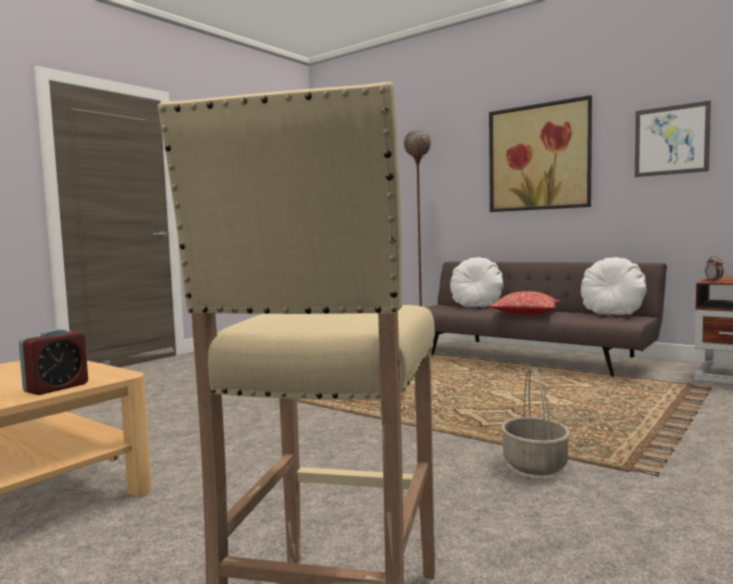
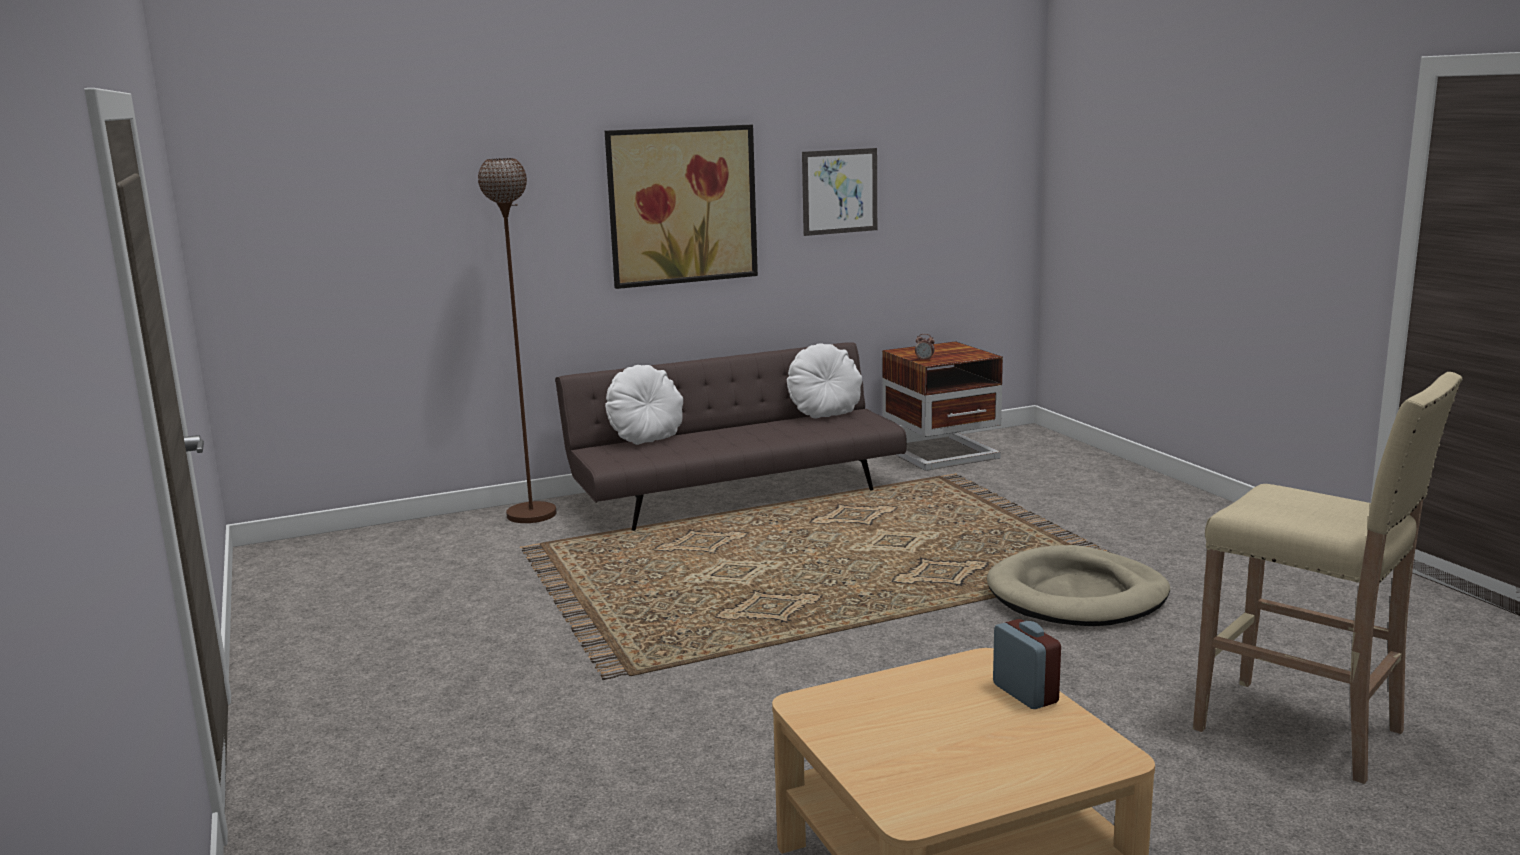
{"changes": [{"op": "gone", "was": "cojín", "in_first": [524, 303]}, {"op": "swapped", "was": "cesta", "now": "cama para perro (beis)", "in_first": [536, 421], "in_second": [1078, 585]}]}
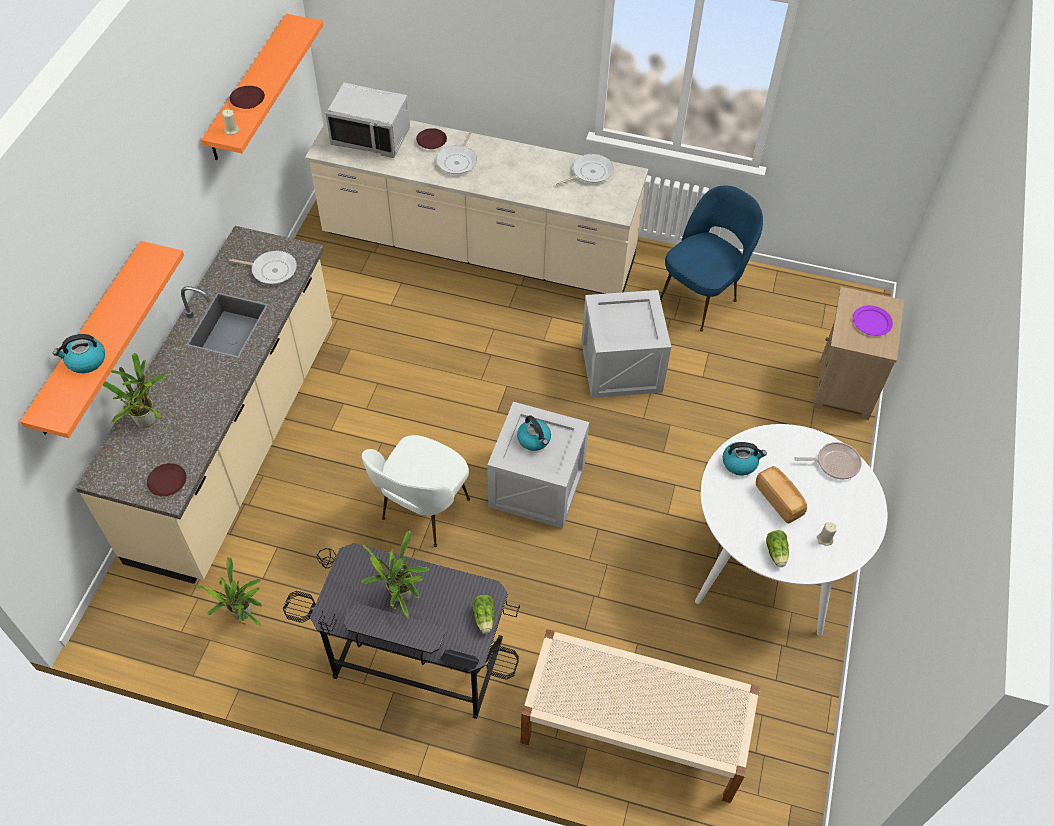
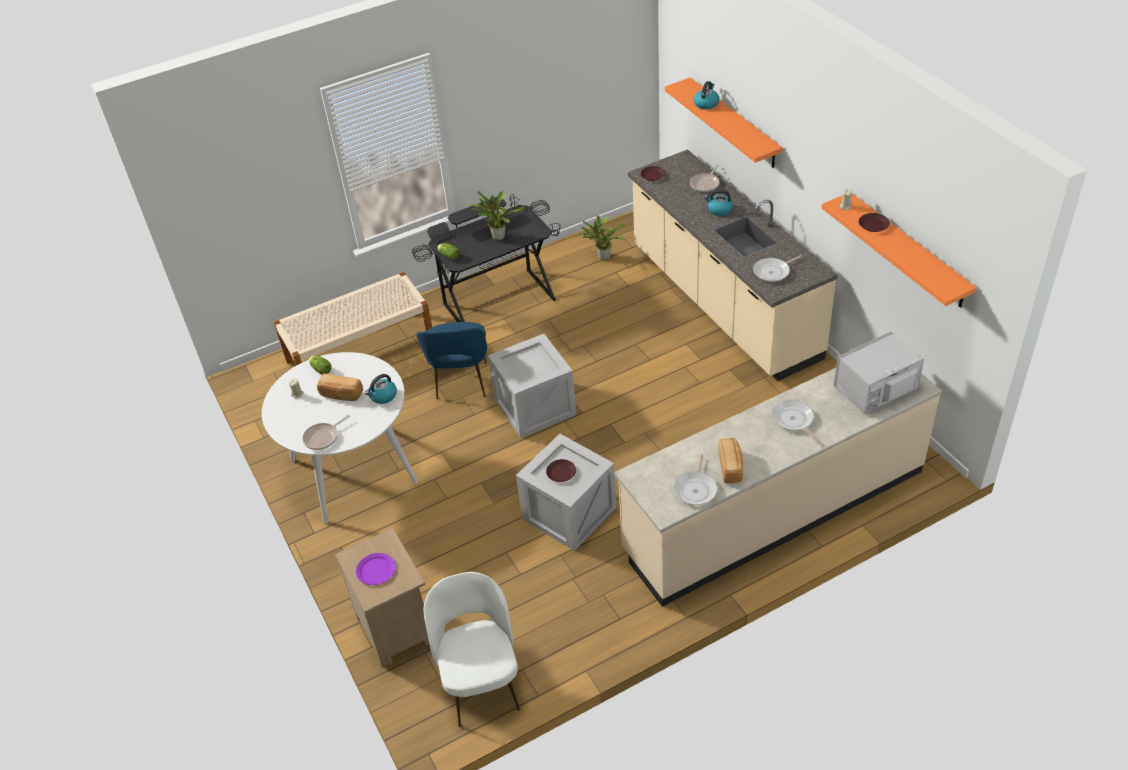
{"changes": [{"op": "swapped", "was": "planta en maceta", "now": "sartén", "in_first": [134, 390], "in_second": [704, 178]}, {"op": "shifted", "was": "silla (blanco)", "in_first": [416, 491], "in_second": [472, 649]}, {"op": "shifted", "was": "plato (marrón)", "in_first": [431, 138], "in_second": [561, 470]}, {"op": "shifted", "was": "hervidor", "in_first": [534, 433], "in_second": [718, 203]}, {"op": "shifted", "was": "silla (azul)", "in_first": [711, 259], "in_second": [451, 360]}, {"op": "new", "now": "pan", "in_second": [730, 460]}]}
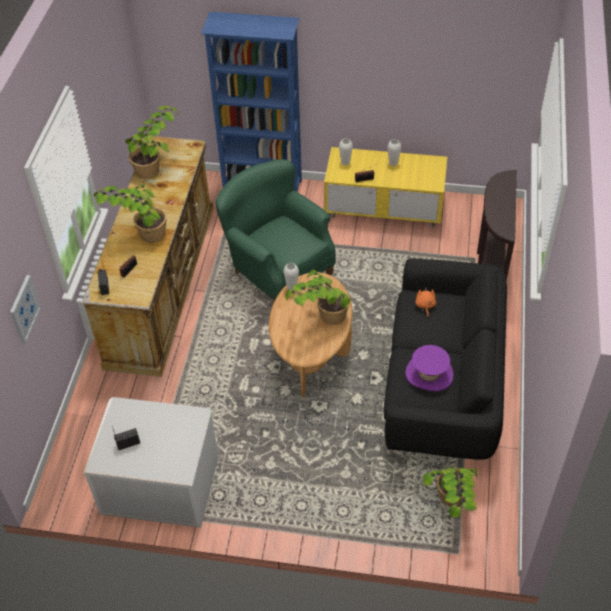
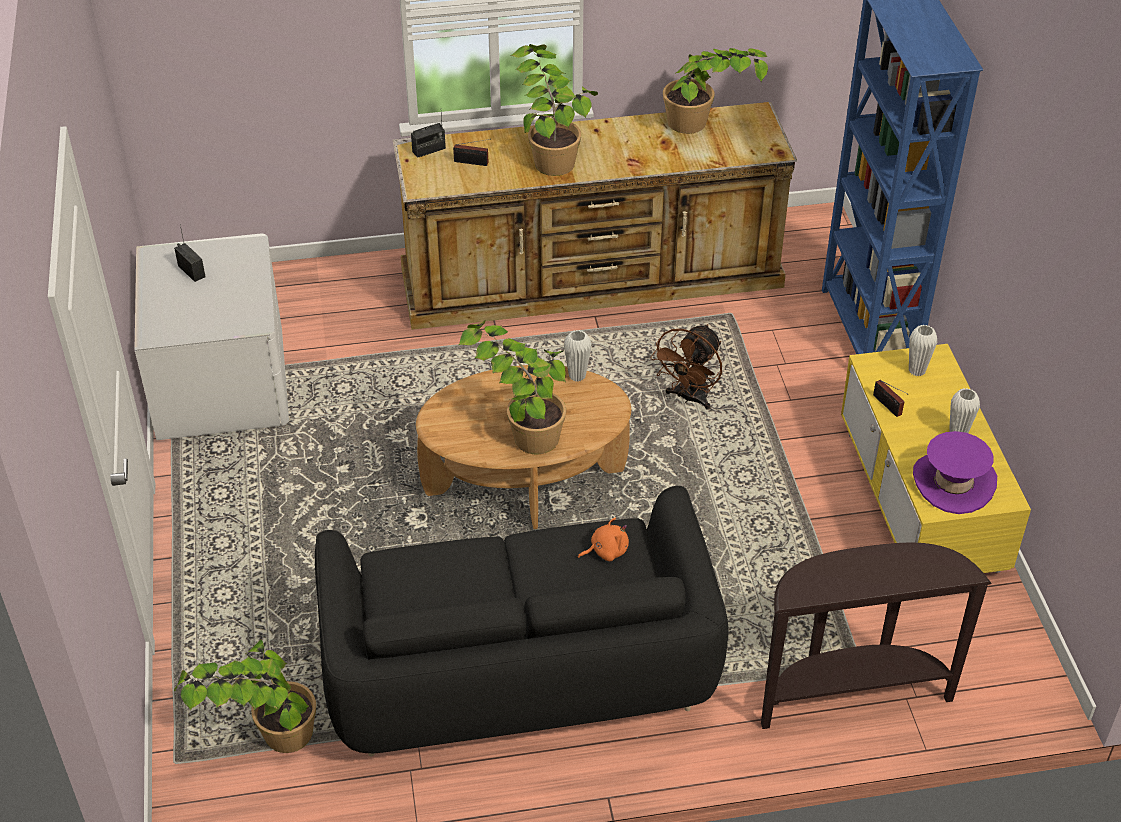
{"changes": [{"op": "gone", "was": "cuadro", "in_first": [25, 309]}, {"op": "swapped", "was": "sillón (verde)", "now": "ventilador (marrón)", "in_first": [276, 230], "in_second": [686, 367]}, {"op": "shifted", "was": "sombrero (morado)", "in_first": [429, 368], "in_second": [955, 472]}]}
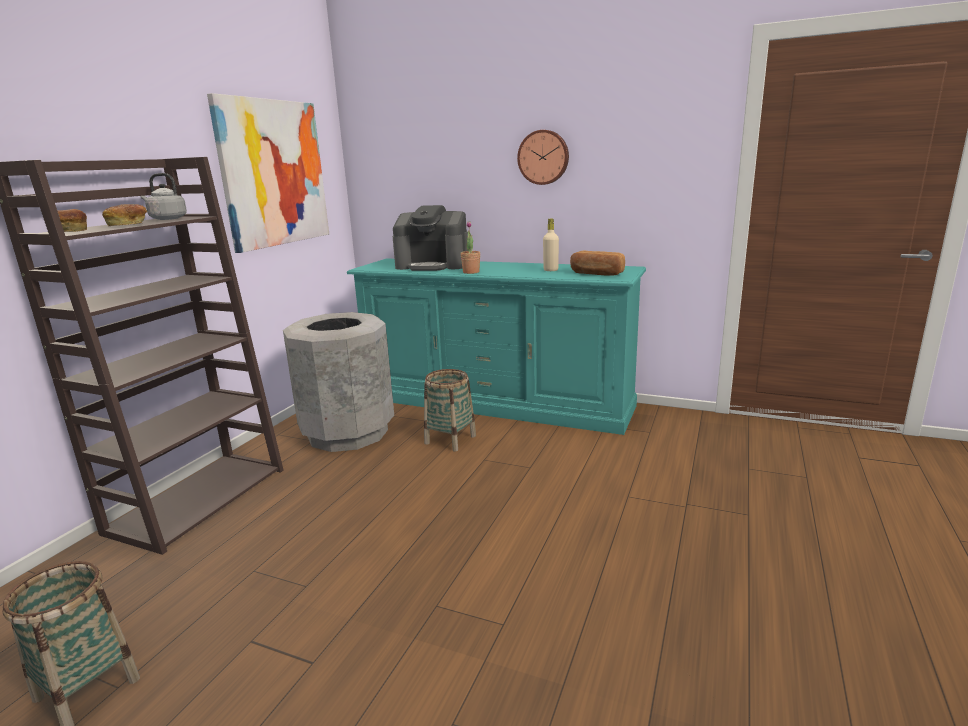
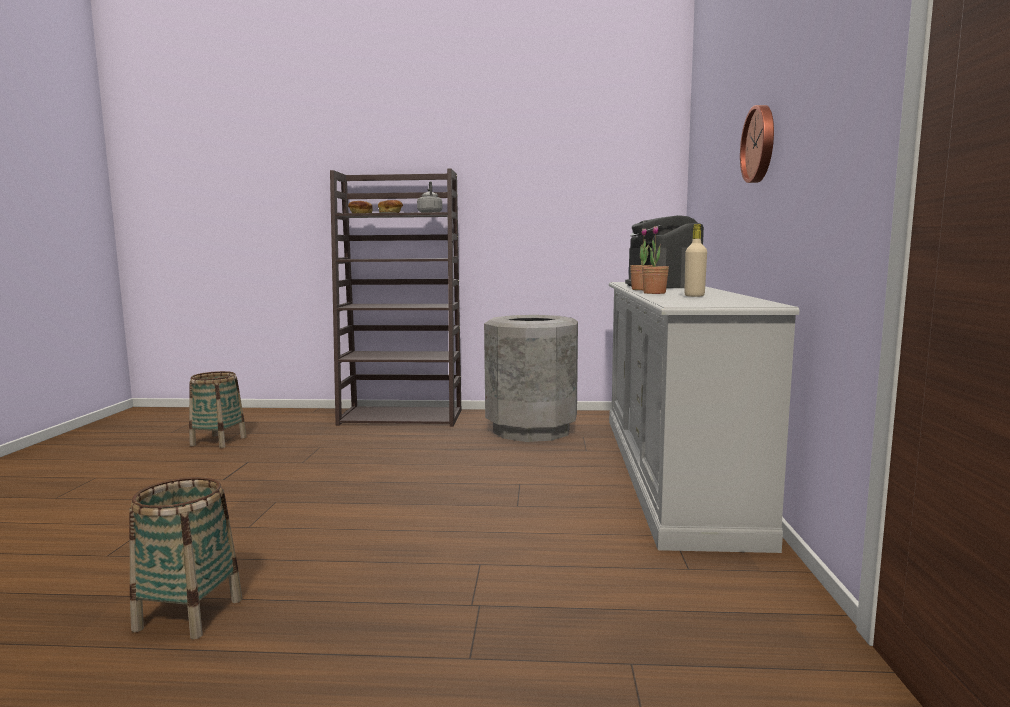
{"changes": [{"op": "gone", "was": "cuadro", "in_first": [268, 173]}, {"op": "repainted", "was": "armario (turquesa)", "now": "armario (blanco)", "in_first": [496, 346], "in_second": [704, 417]}, {"op": "shifted", "was": "cesta", "in_first": [450, 410], "in_second": [185, 558]}, {"op": "gone", "was": "pan", "in_first": [597, 263]}, {"op": "new", "now": "planta en maceta", "in_second": [655, 260]}]}
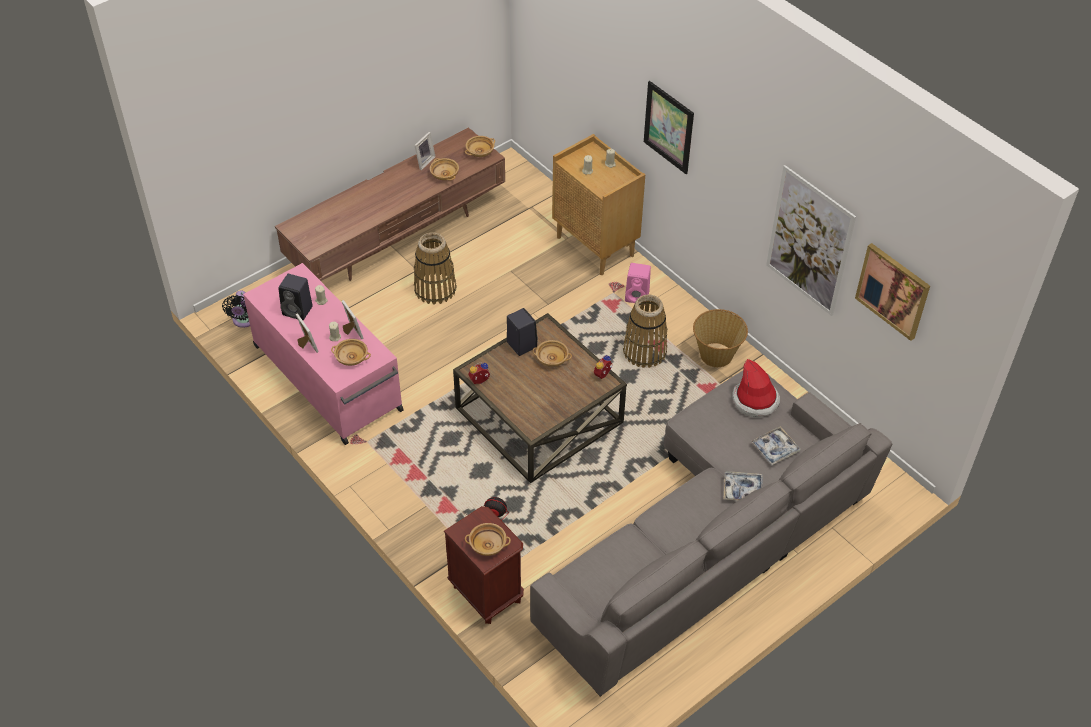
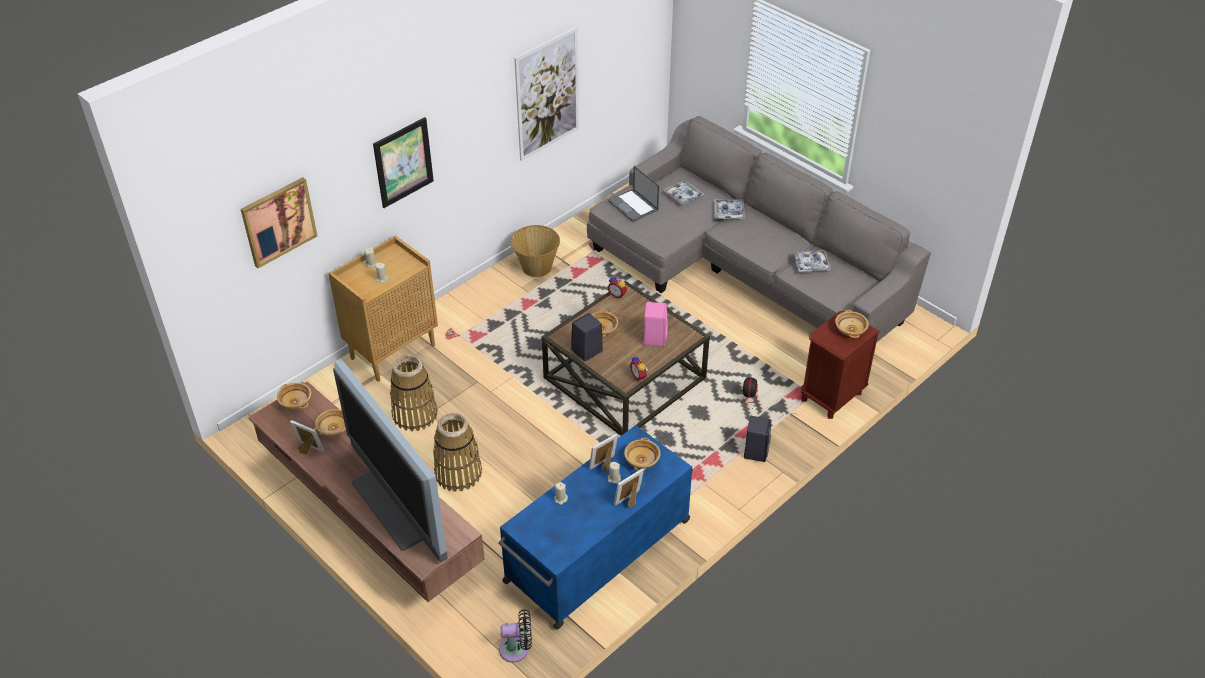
{"changes": [{"op": "repainted", "was": "armario (rosa)", "now": "armario (azul)", "in_first": [323, 354], "in_second": [595, 527]}, {"op": "shifted", "was": "altavoz (negro)", "in_first": [295, 297], "in_second": [757, 439]}, {"op": "shifted", "was": "cesta", "in_first": [645, 331], "in_second": [414, 393]}, {"op": "shifted", "was": "altavoz (rosa)", "in_first": [638, 284], "in_second": [655, 324]}, {"op": "swapped", "was": "sombrero", "now": "portátil", "in_first": [756, 388], "in_second": [633, 194]}, {"op": "shifted", "was": "cuadro", "in_first": [892, 292], "in_second": [279, 222]}, {"op": "new", "now": "televisor", "in_second": [390, 461]}, {"op": "new", "now": "bandeja", "in_second": [812, 261]}]}
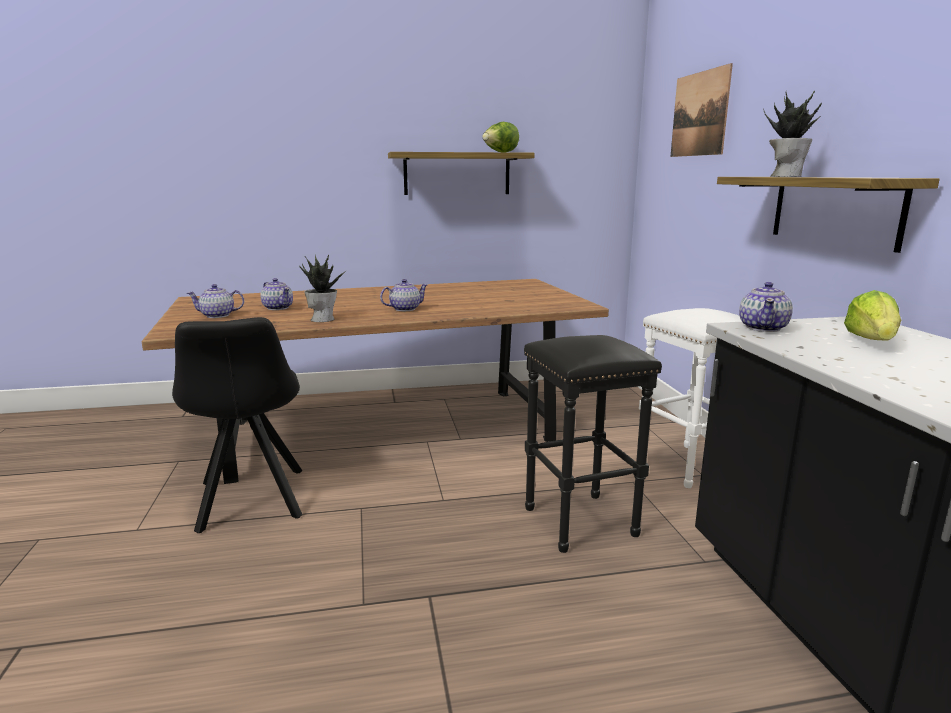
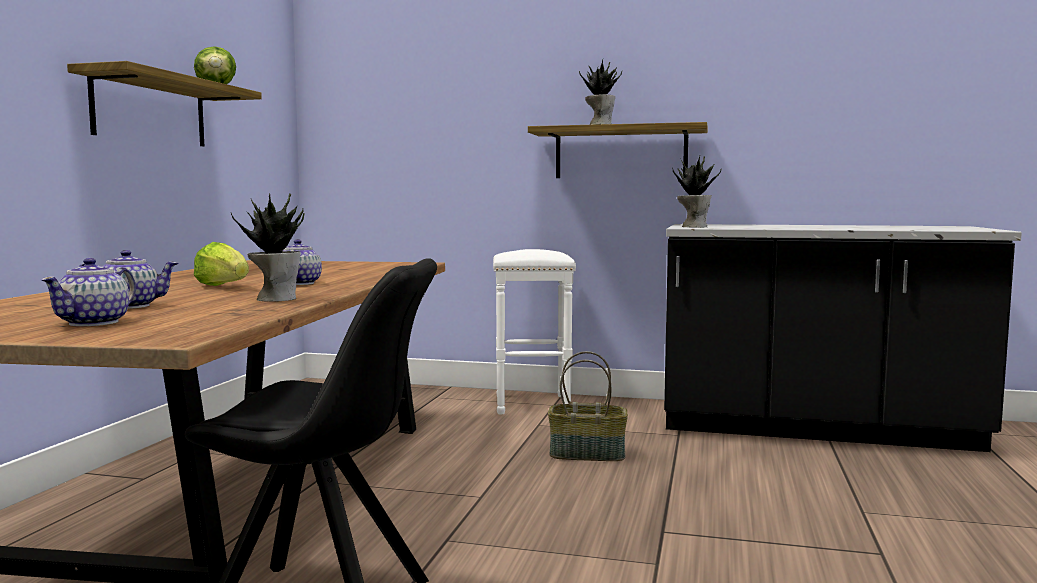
{"changes": [{"op": "swapped", "was": "taburete (negro)", "now": "cesta", "in_first": [593, 444], "in_second": [588, 406]}, {"op": "gone", "was": "cuadro", "in_first": [701, 110]}, {"op": "swapped", "was": "tetera", "now": "planta en maceta", "in_first": [766, 307], "in_second": [697, 192]}, {"op": "shifted", "was": "lechuga", "in_first": [872, 315], "in_second": [221, 264]}]}
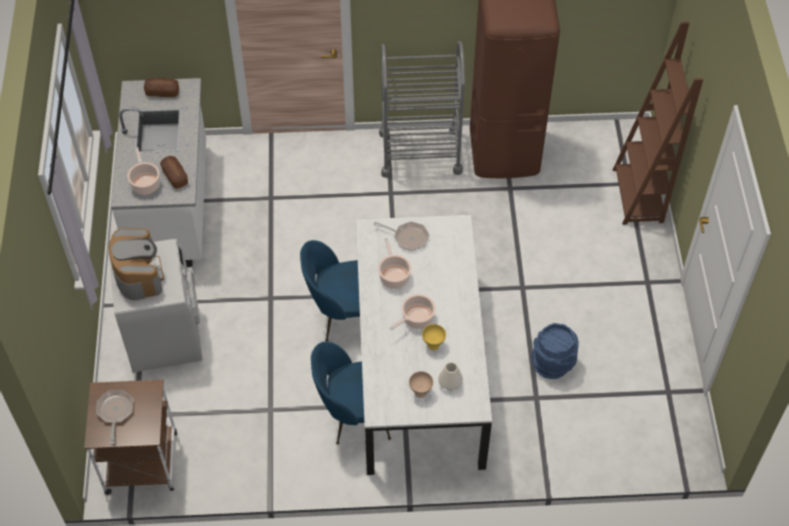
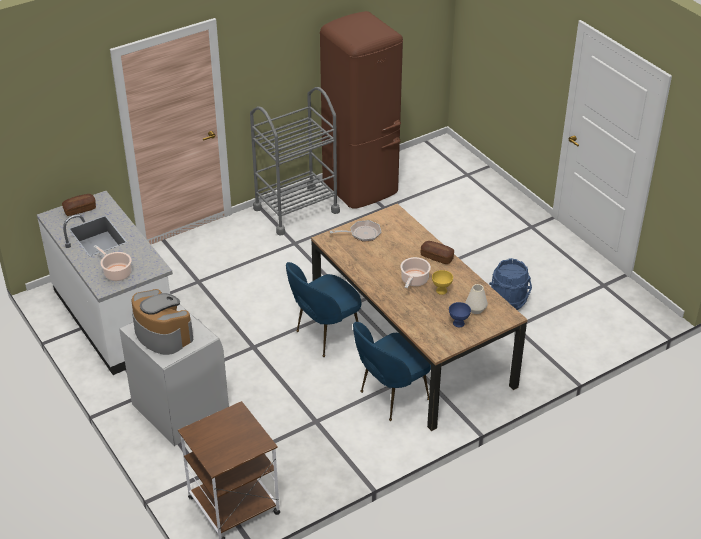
{"changes": [{"op": "gone", "was": "sartén", "in_first": [114, 417]}, {"op": "shifted", "was": "pan", "in_first": [174, 172], "in_second": [437, 252]}, {"op": "repainted", "was": "mesa de comedor (blanco)", "now": "mesa de comedor (marrón)", "in_first": [424, 345], "in_second": [419, 317]}, {"op": "gone", "was": "olla", "in_first": [394, 263]}, {"op": "repainted", "was": "cuenco (beis)", "now": "cuenco (azul)", "in_first": [421, 384], "in_second": [460, 314]}, {"op": "gone", "was": "estantería (marrón)", "in_first": [658, 123]}]}
